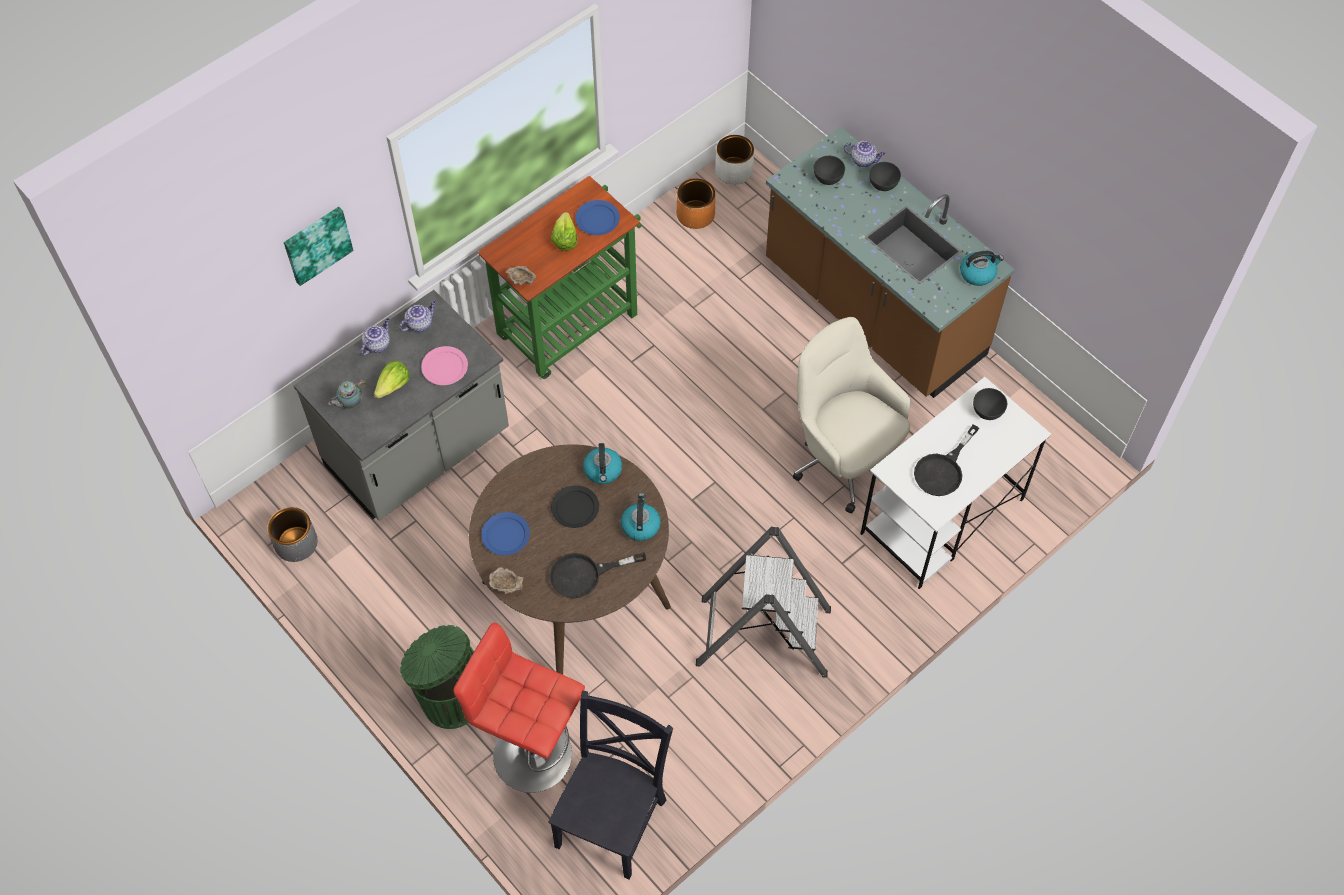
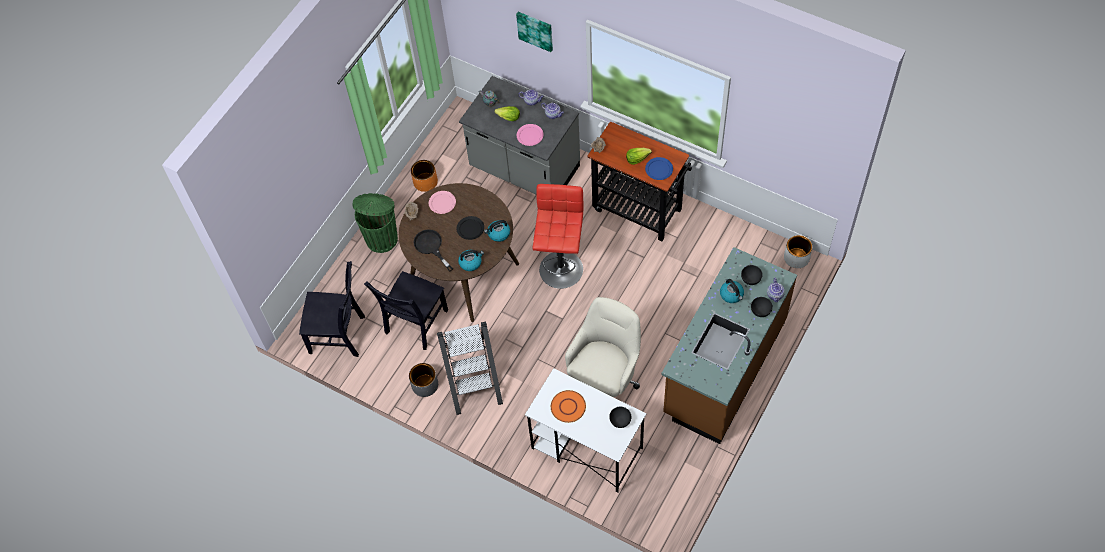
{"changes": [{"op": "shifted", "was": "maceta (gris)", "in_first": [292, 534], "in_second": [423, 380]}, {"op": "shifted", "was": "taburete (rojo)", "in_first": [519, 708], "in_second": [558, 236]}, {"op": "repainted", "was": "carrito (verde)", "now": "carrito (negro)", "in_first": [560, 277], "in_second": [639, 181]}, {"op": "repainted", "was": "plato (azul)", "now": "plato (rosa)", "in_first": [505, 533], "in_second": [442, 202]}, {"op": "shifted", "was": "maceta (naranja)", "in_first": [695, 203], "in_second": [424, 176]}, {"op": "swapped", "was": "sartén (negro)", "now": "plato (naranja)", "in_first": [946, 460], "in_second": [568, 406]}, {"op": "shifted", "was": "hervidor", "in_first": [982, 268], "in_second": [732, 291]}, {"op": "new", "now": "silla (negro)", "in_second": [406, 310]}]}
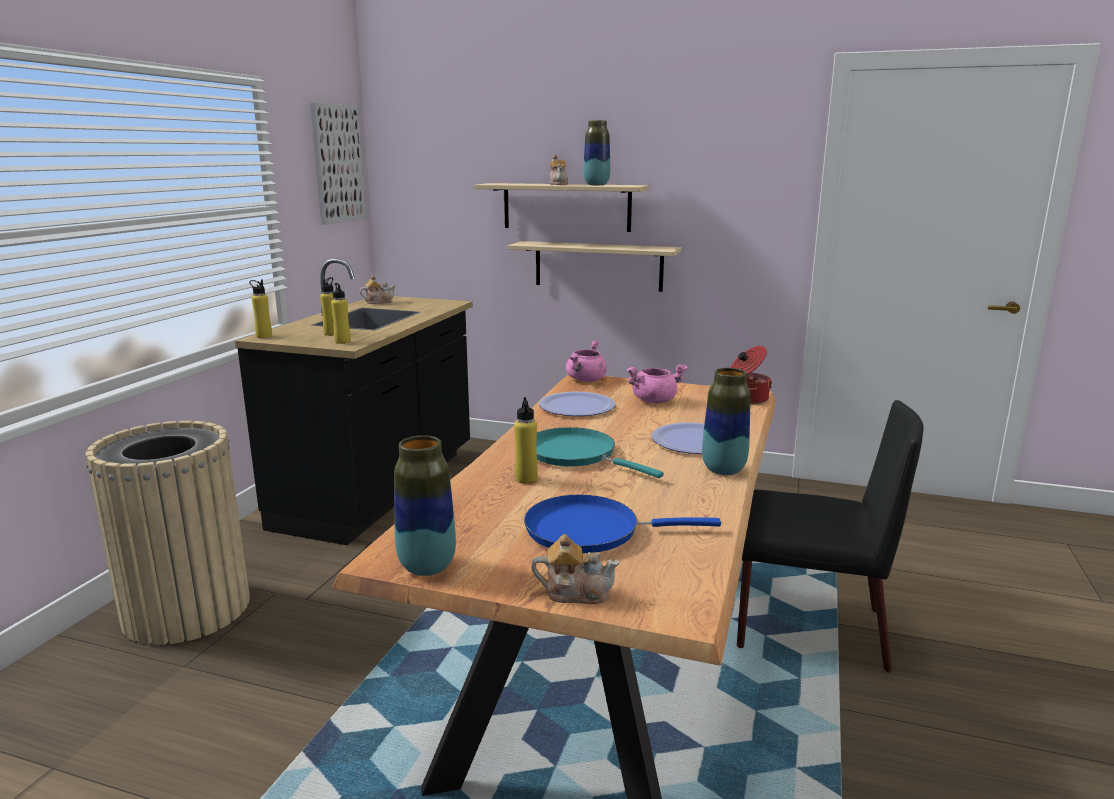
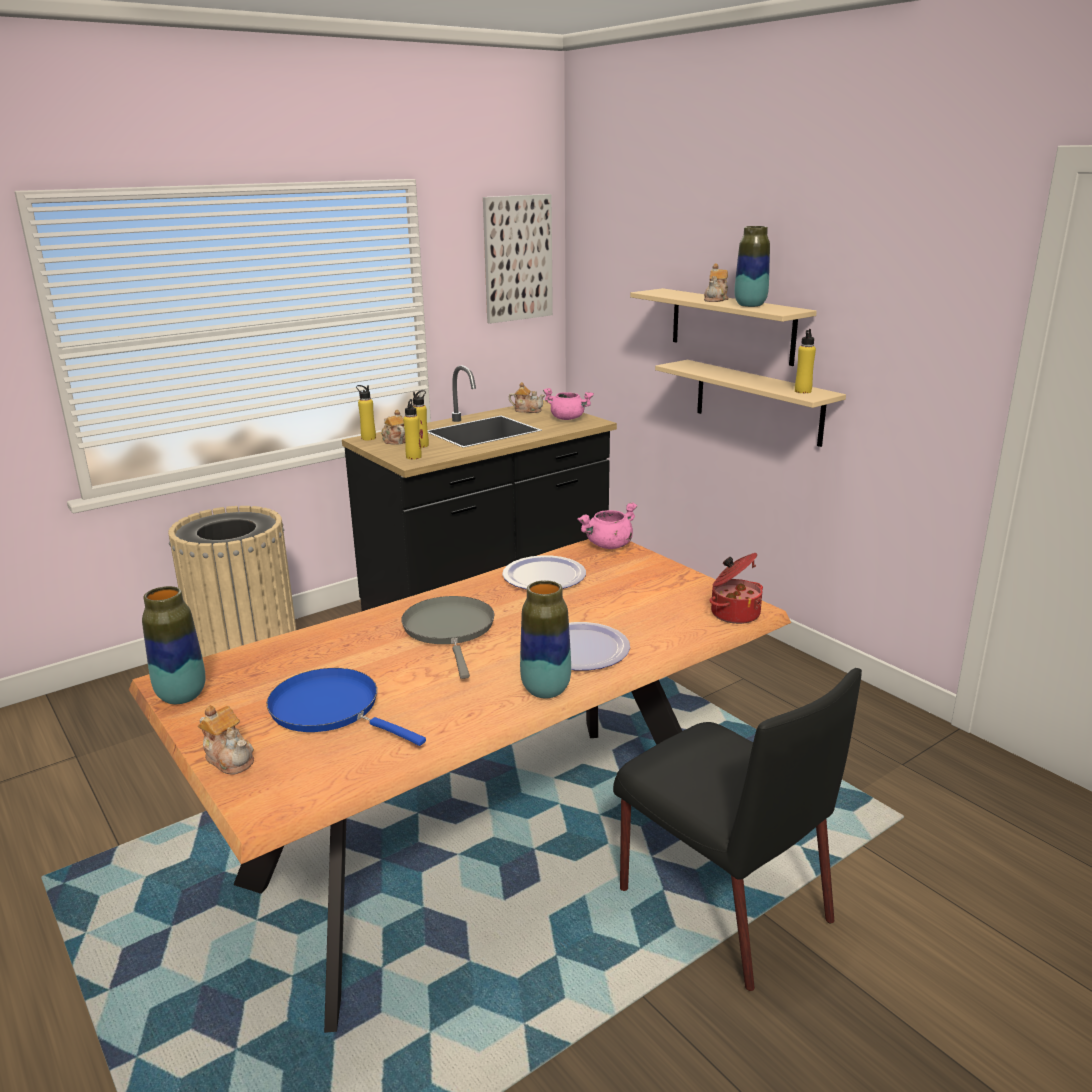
{"changes": [{"op": "shifted", "was": "botella (amarillo)", "in_first": [526, 440], "in_second": [805, 361]}, {"op": "repainted", "was": "sartén (turquesa)", "now": "sartén (gris)", "in_first": [600, 452], "in_second": [447, 637]}, {"op": "shifted", "was": "olla (rosa)", "in_first": [657, 383], "in_second": [568, 404]}, {"op": "new", "now": "tetera", "in_second": [393, 427]}]}
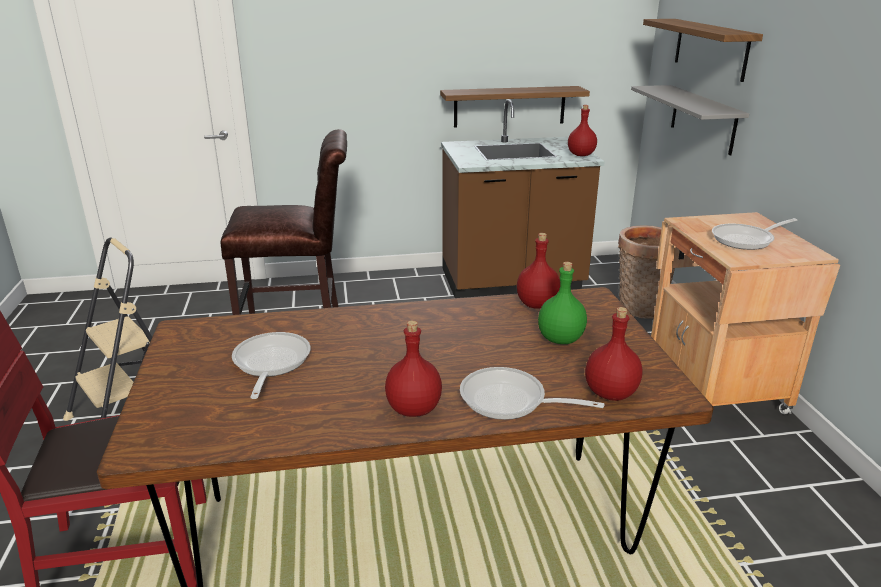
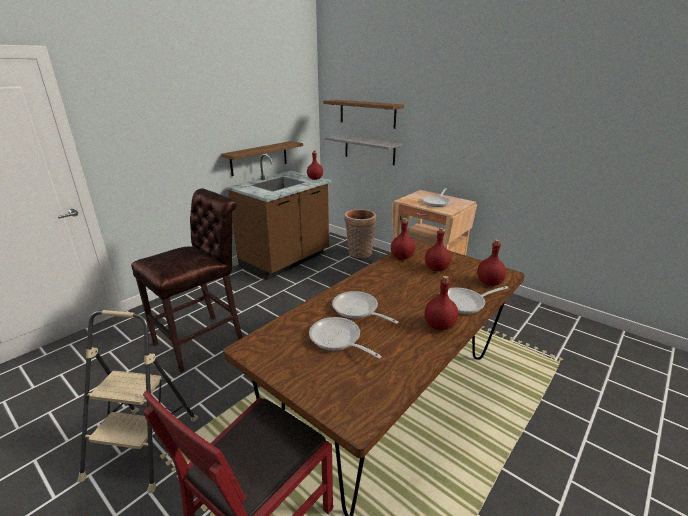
{"changes": [{"op": "repainted", "was": "botella (verde)", "now": "botella (rojo)", "in_first": [562, 303], "in_second": [438, 249]}, {"op": "new", "now": "sartén", "in_second": [365, 307]}]}
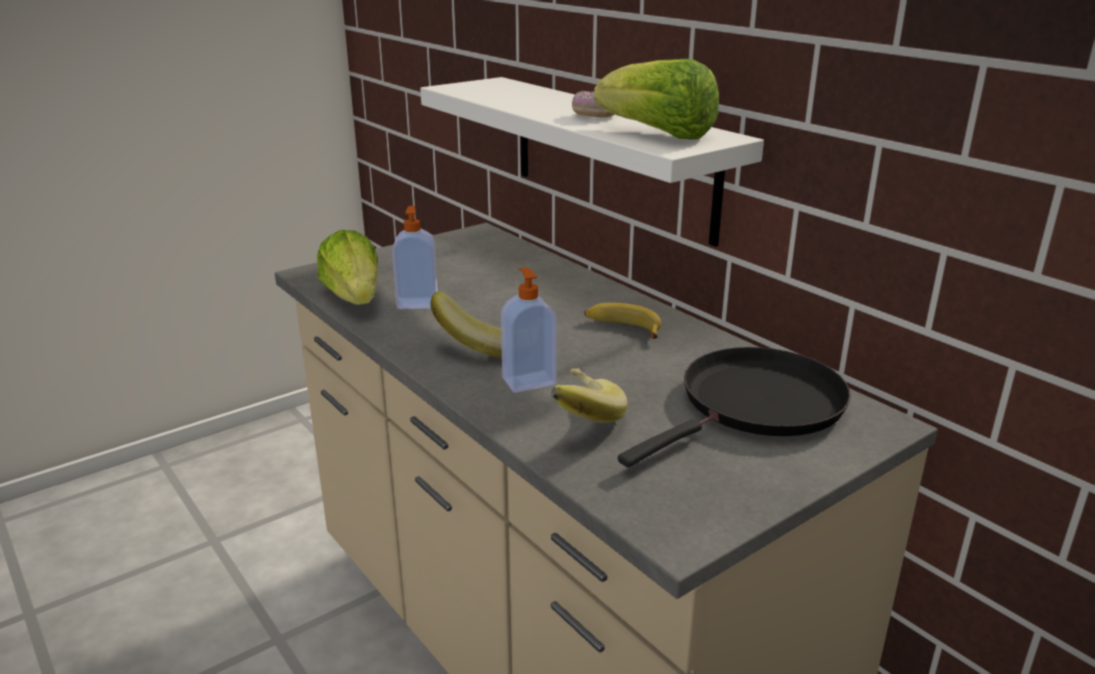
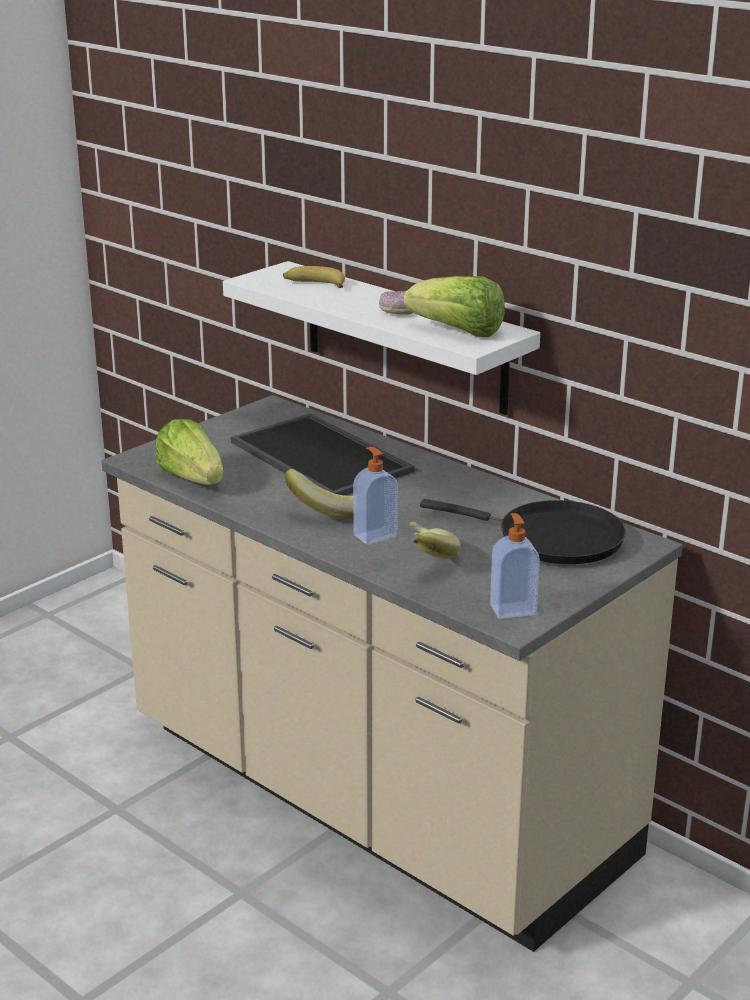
{"changes": [{"op": "shifted", "was": "dispensador de jabón", "in_first": [415, 257], "in_second": [515, 566]}, {"op": "shifted", "was": "plátano", "in_first": [622, 321], "in_second": [314, 277]}, {"op": "rotated", "was": "sartén (negro)", "in_first": [734, 407], "in_second": [523, 531], "clockwise": 75}, {"op": "new", "now": "bandeja", "in_second": [322, 454]}]}
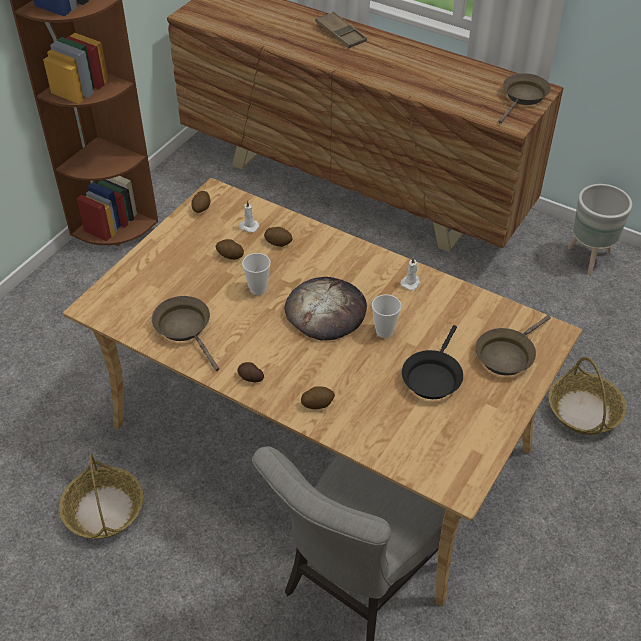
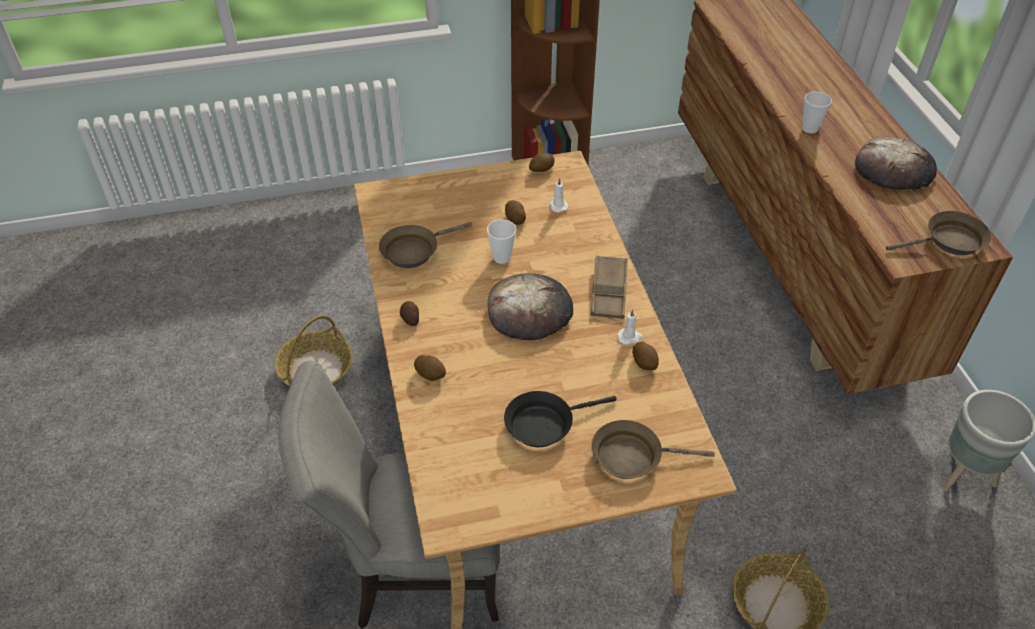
{"changes": [{"op": "rotated", "was": "sartén (marrón)", "in_first": [185, 333], "in_second": [425, 245], "clockwise": -135}, {"op": "shifted", "was": "patata", "in_first": [278, 237], "in_second": [645, 356]}, {"op": "shifted", "was": "bandeja (marrón)", "in_first": [341, 29], "in_second": [609, 287]}, {"op": "shifted", "was": "taza", "in_first": [386, 316], "in_second": [817, 113]}, {"op": "new", "now": "pan", "in_second": [896, 163]}]}
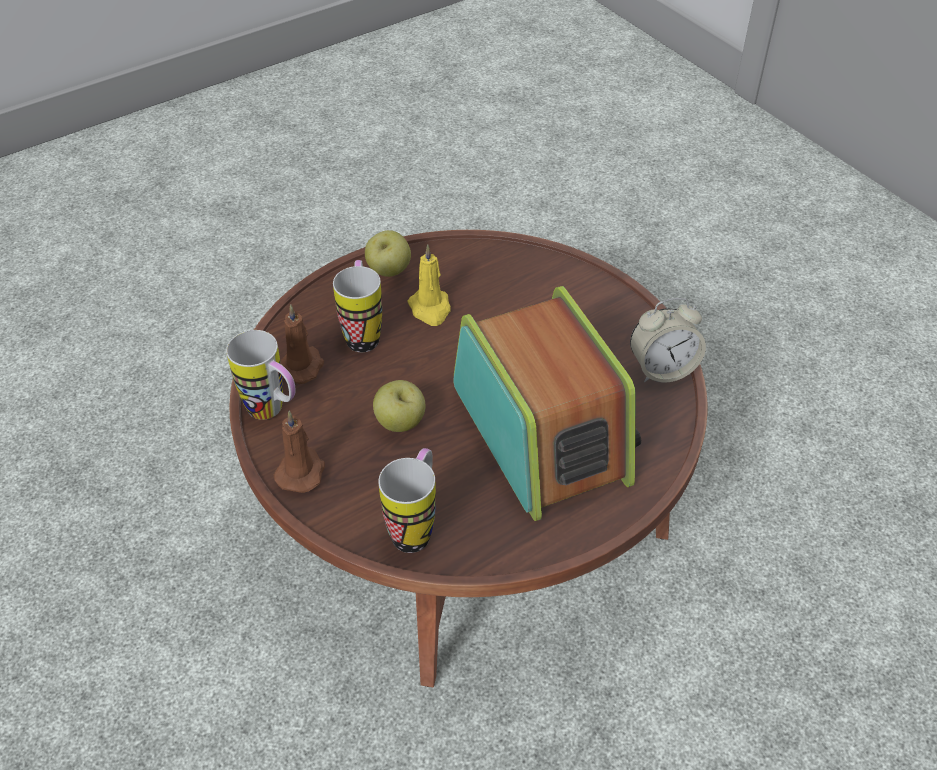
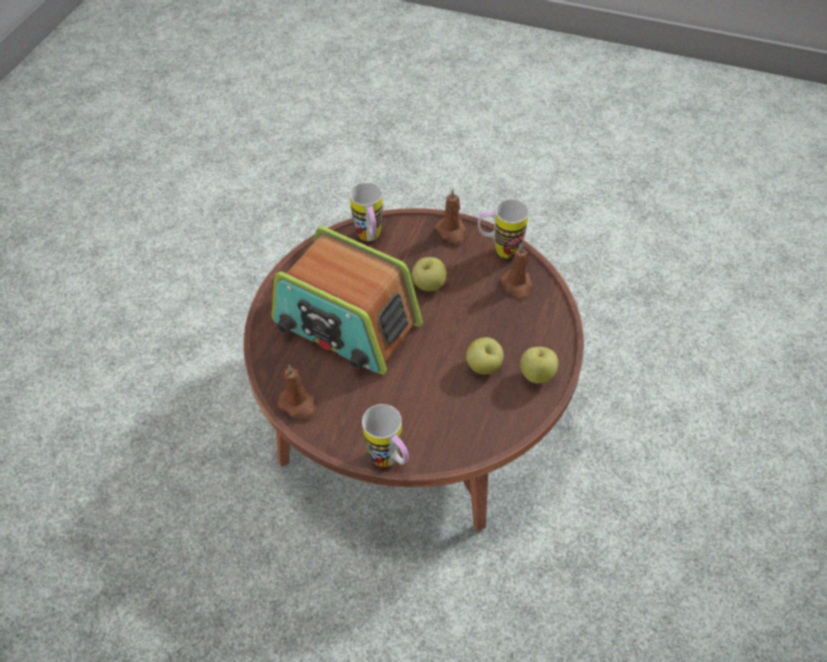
{"changes": [{"op": "shifted", "was": "taza grande", "in_first": [357, 306], "in_second": [385, 435]}, {"op": "swapped", "was": "vela (amarillo)", "now": "manzana", "in_first": [429, 285], "in_second": [485, 355]}, {"op": "swapped", "was": "despertador", "now": "vela (marrón)", "in_first": [668, 340], "in_second": [296, 391]}]}
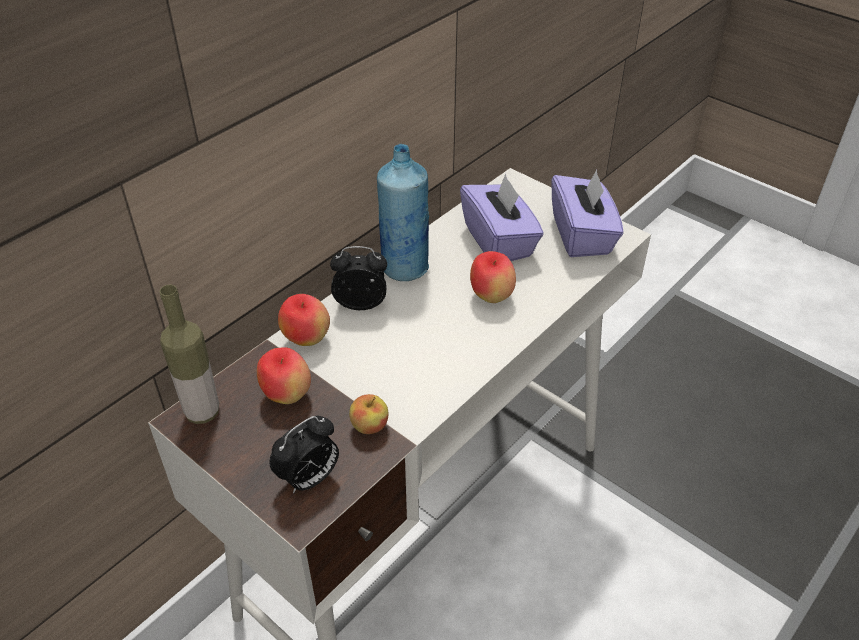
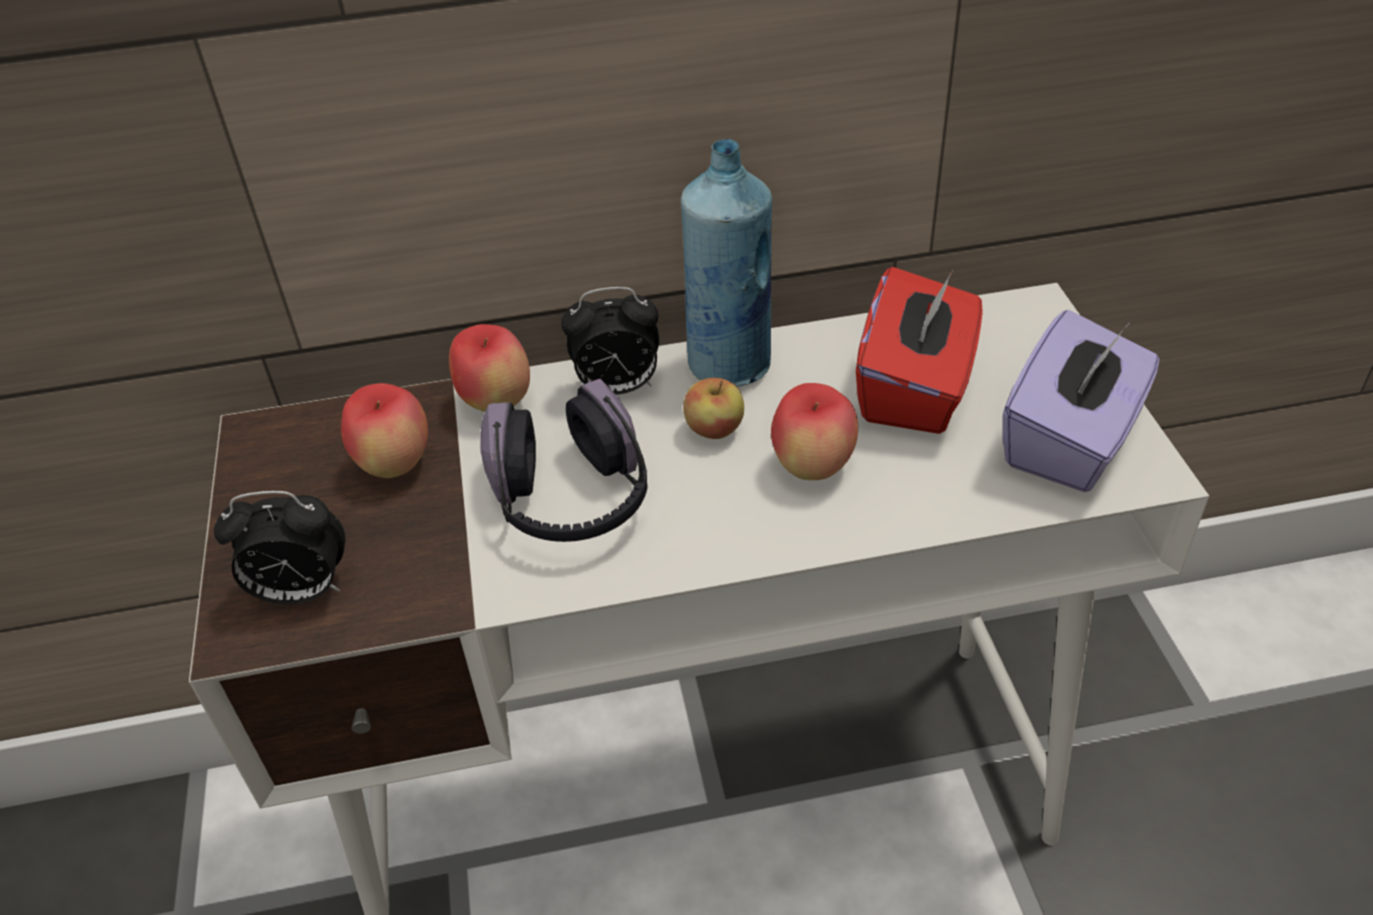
{"changes": [{"op": "gone", "was": "botella", "in_first": [189, 354]}, {"op": "rotated", "was": "despertador", "in_first": [358, 278], "in_second": [610, 341], "clockwise": 135}, {"op": "shifted", "was": "manzana", "in_first": [369, 414], "in_second": [713, 408]}, {"op": "repainted", "was": "caja de pañuelos (morado)", "now": "caja de pañuelos (rojo)", "in_first": [502, 217], "in_second": [919, 350]}, {"op": "new", "now": "auriculares", "in_second": [564, 460]}]}
